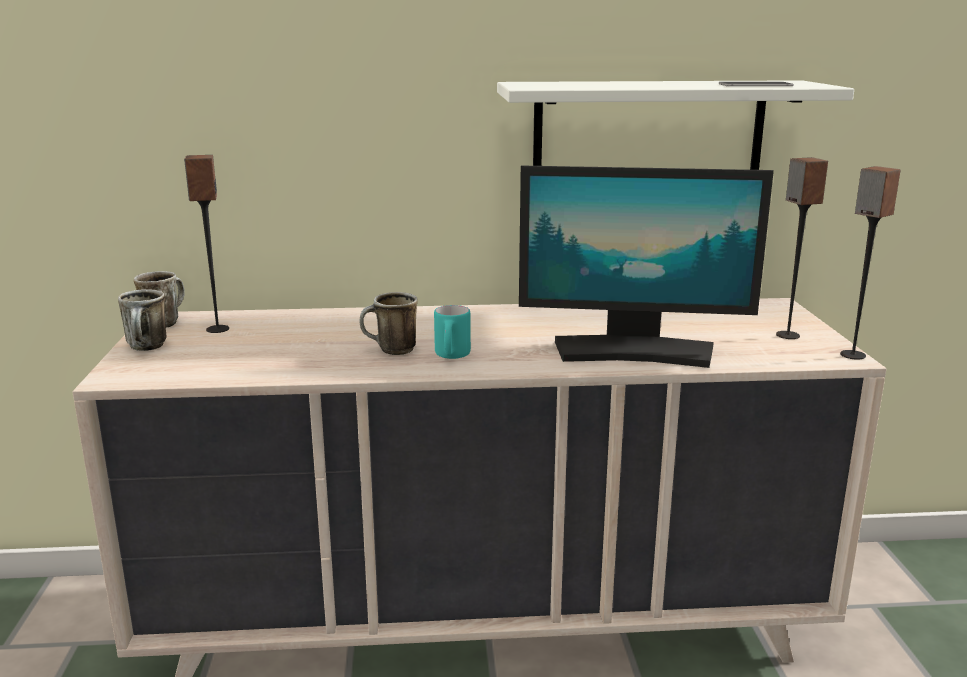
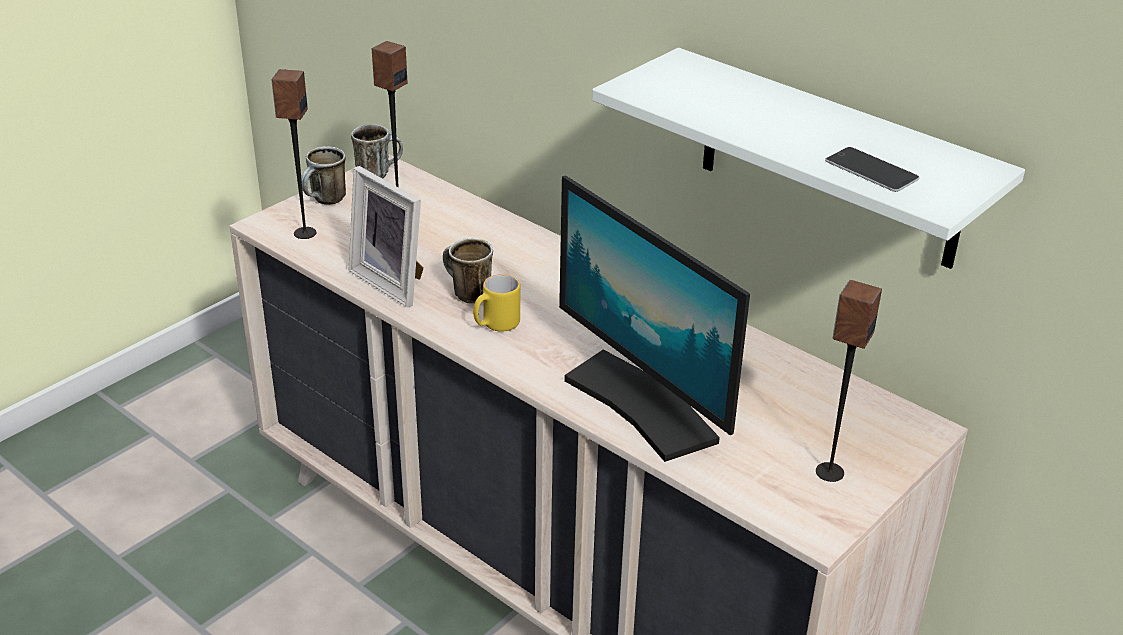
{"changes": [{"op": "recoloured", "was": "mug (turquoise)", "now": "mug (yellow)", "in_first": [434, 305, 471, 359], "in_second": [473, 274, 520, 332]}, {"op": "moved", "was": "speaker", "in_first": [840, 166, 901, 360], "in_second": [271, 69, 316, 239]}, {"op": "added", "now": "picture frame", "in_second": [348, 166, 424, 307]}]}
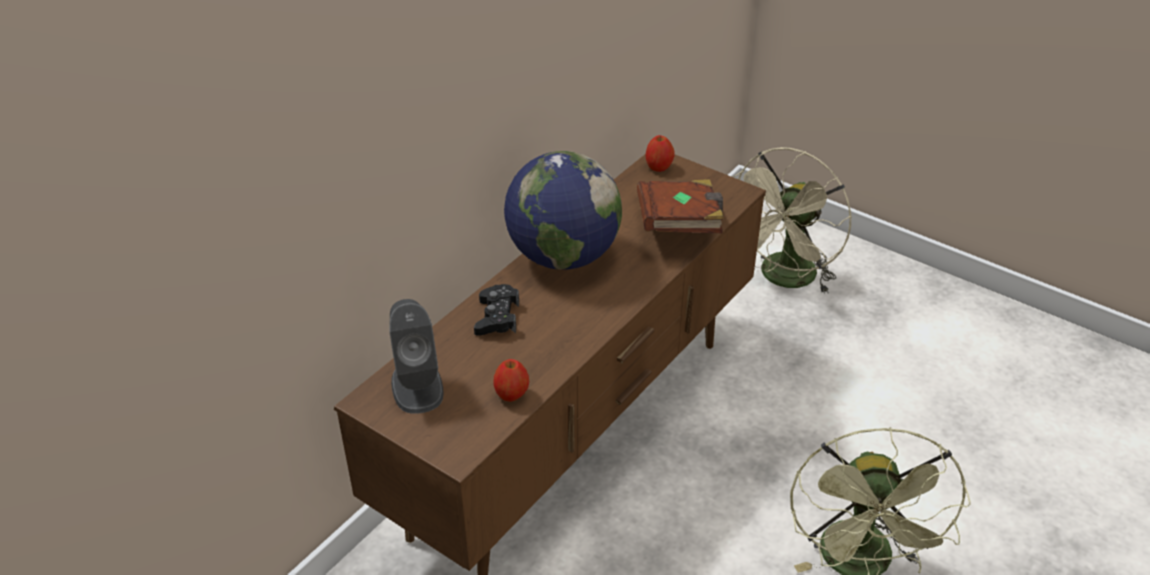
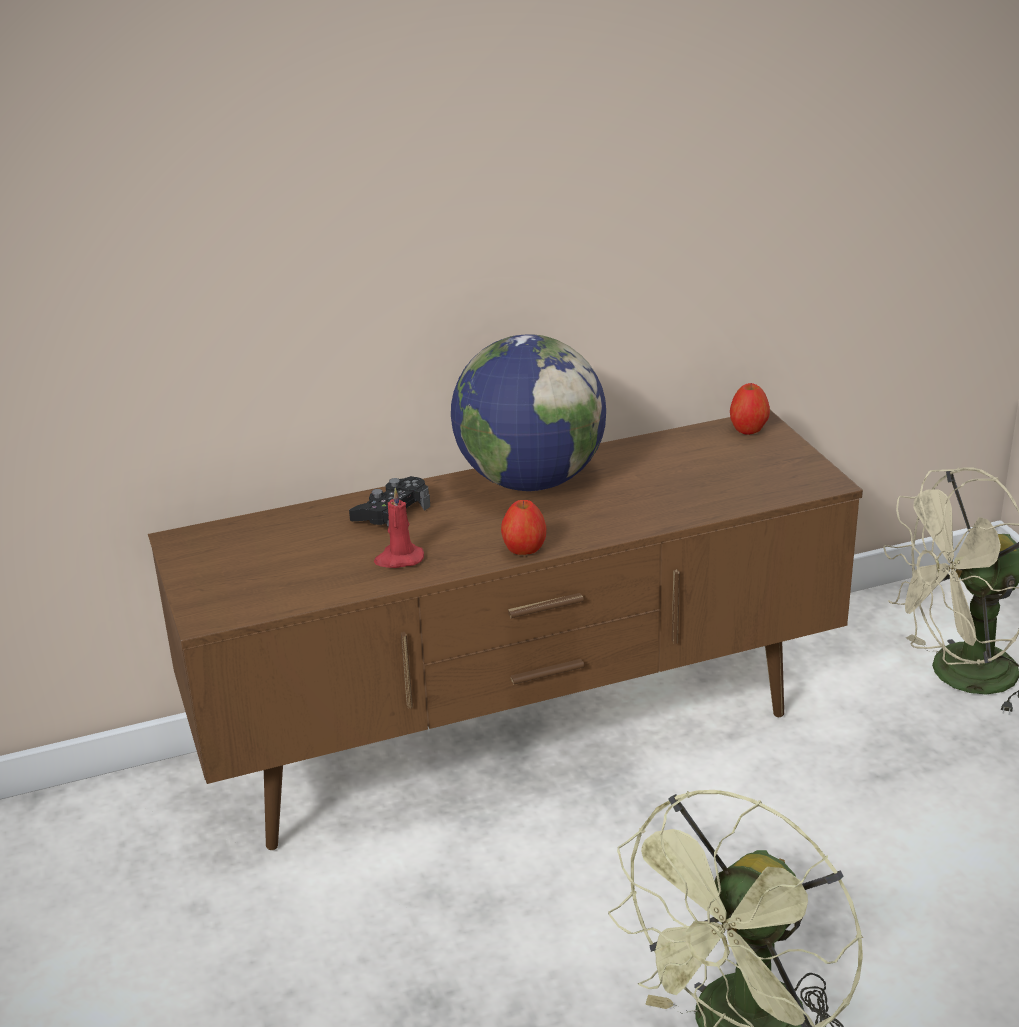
{"changes": [{"op": "removed", "was": "speaker (grey)", "in_first": [389, 299, 444, 414]}, {"op": "moved", "was": "apple", "in_first": [493, 359, 529, 402], "in_second": [501, 500, 546, 555]}, {"op": "removed", "was": "book (brown)", "in_first": [637, 179, 724, 233]}, {"op": "added", "now": "candle (red)", "in_second": [374, 488, 424, 568]}]}
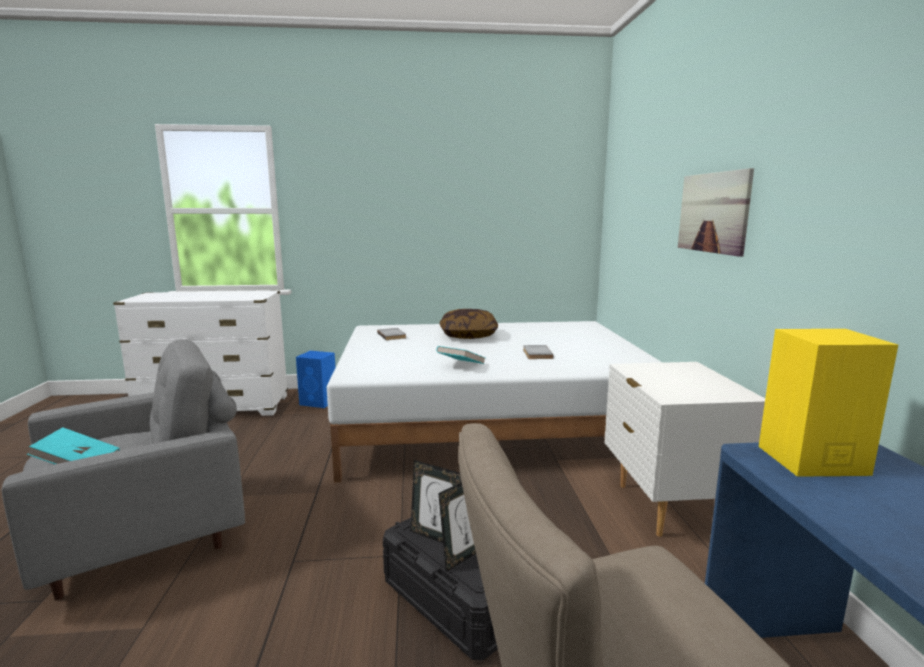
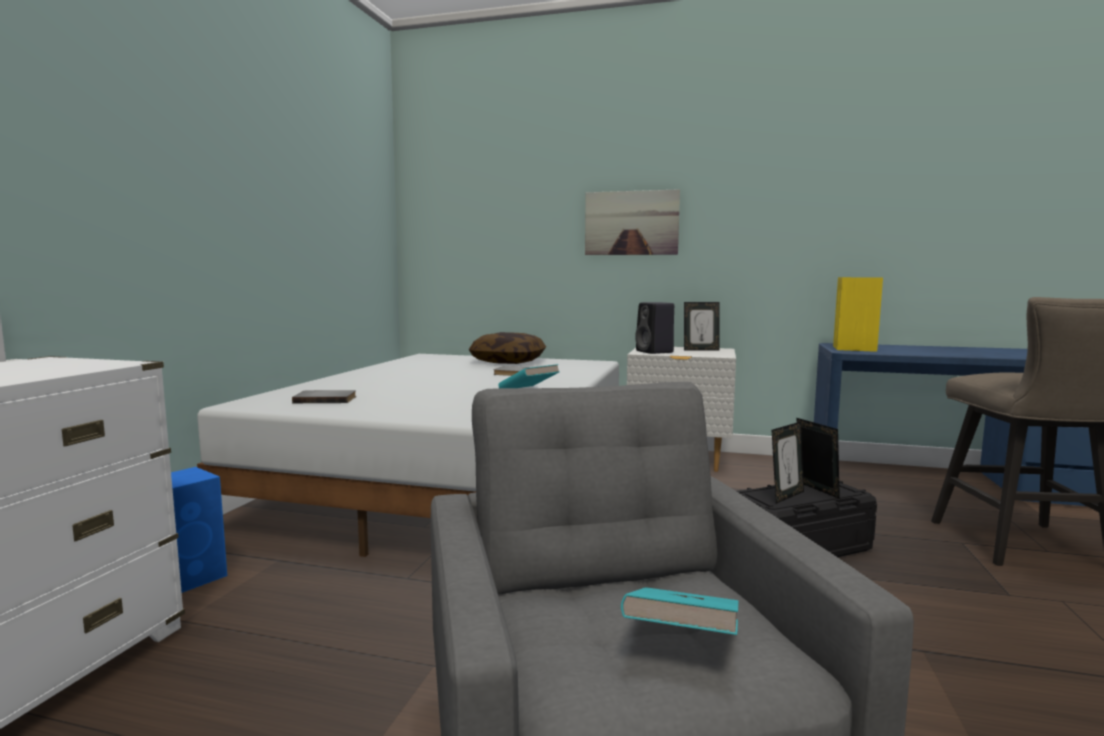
{"changes": [{"op": "moved", "was": "pillow", "in_first": [440, 309, 498, 339], "in_second": [469, 332, 546, 364]}, {"op": "added", "now": "speaker (black)", "in_second": [635, 302, 674, 354]}, {"op": "added", "now": "picture frame", "in_second": [684, 302, 720, 351]}]}
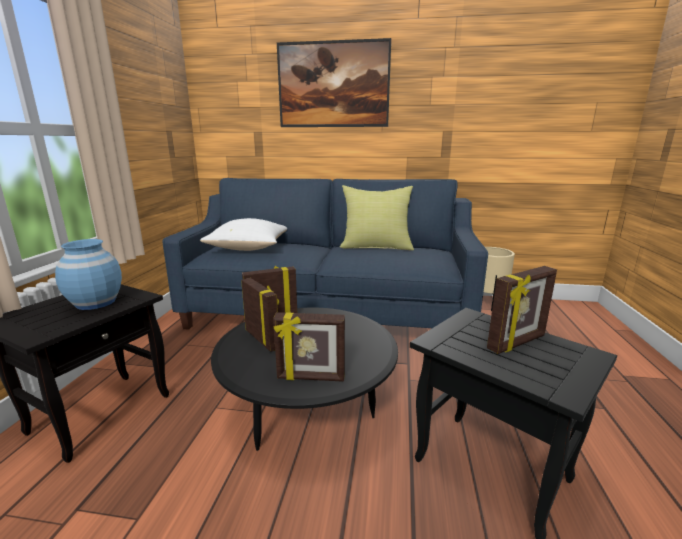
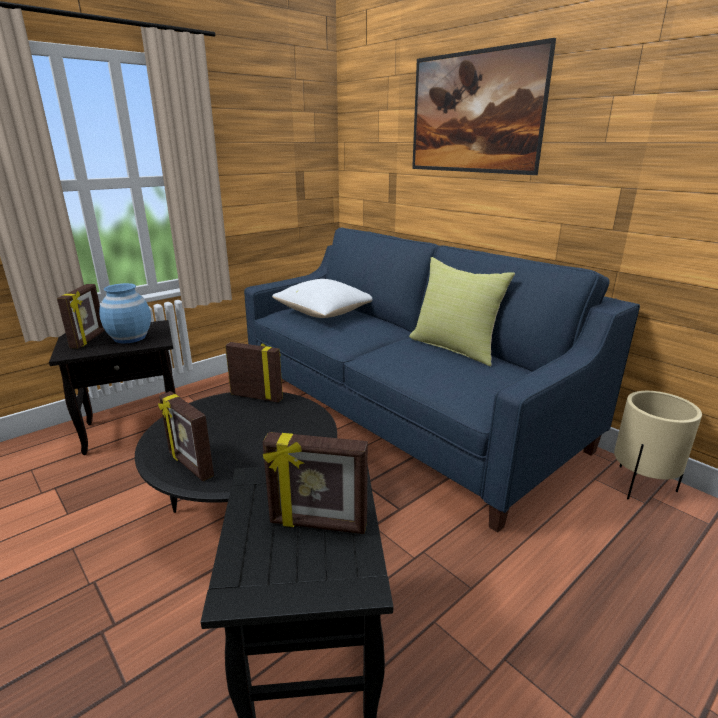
{"changes": [{"op": "moved", "was": "picture frame", "in_first": [241, 278, 279, 352], "in_second": [57, 284, 105, 348]}]}
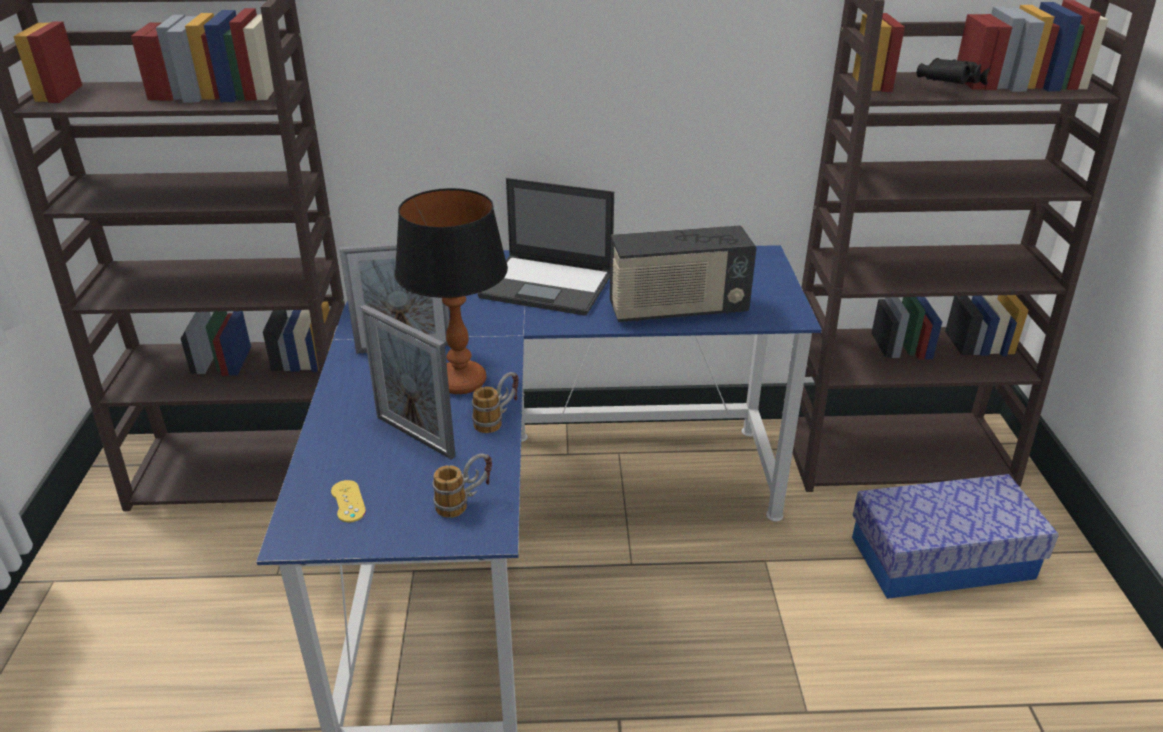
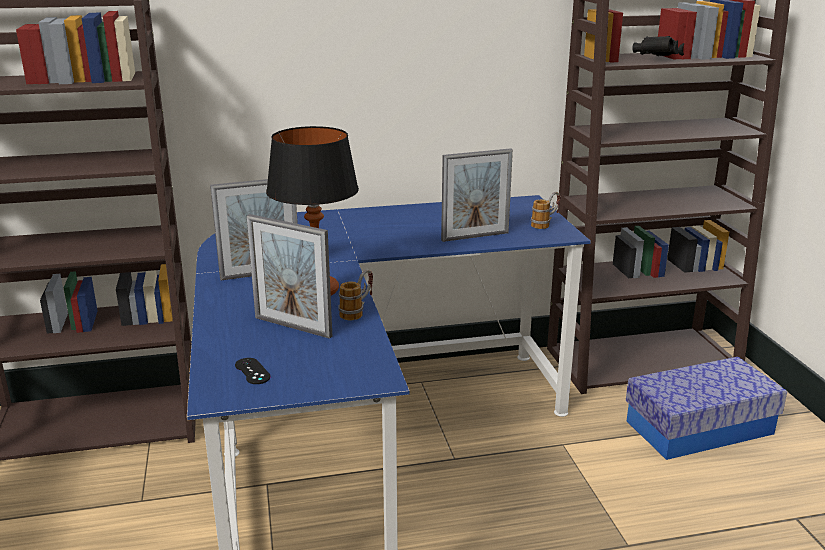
{"changes": [{"op": "recoloured", "was": "game controller (yellow)", "now": "game controller (black)", "in_first": [331, 480, 366, 522], "in_second": [235, 358, 271, 384]}, {"op": "moved", "was": "mug", "in_first": [432, 453, 492, 518], "in_second": [531, 192, 561, 229]}, {"op": "removed", "was": "laptop", "in_first": [478, 178, 614, 316]}, {"op": "replaced", "was": "radio", "now": "picture frame", "in_first": [610, 225, 757, 322], "in_second": [441, 148, 513, 242]}]}
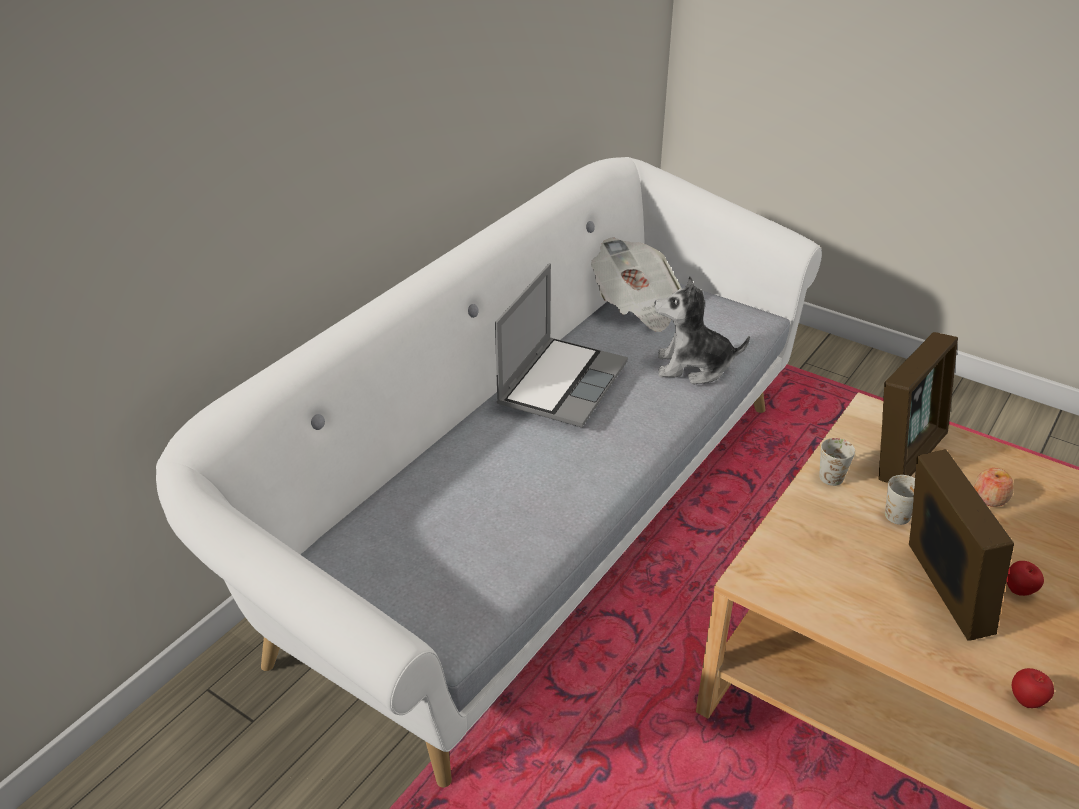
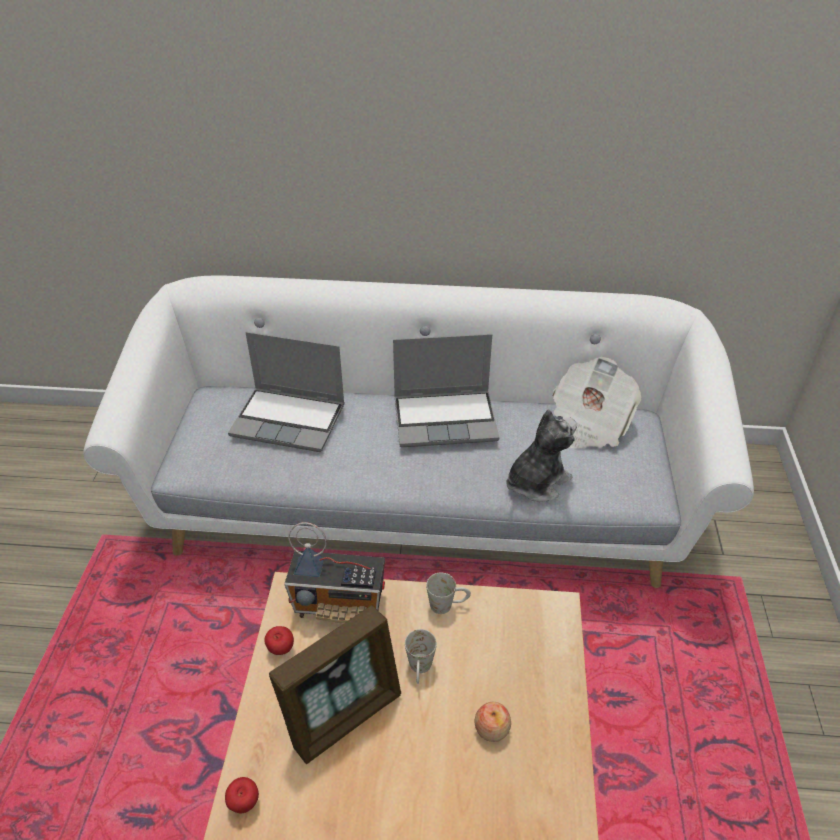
{"changes": [{"op": "turned", "was": "plush toy", "in_first": [655, 277, 750, 384], "in_second": [506, 409, 577, 502], "clockwise": 75}, {"op": "removed", "was": "picture frame", "in_first": [878, 332, 958, 483]}, {"op": "moved", "was": "apple", "in_first": [1006, 561, 1044, 596], "in_second": [264, 626, 294, 655]}, {"op": "added", "now": "laptop", "in_second": [228, 332, 345, 452]}, {"op": "added", "now": "radio", "in_second": [284, 522, 385, 623]}]}
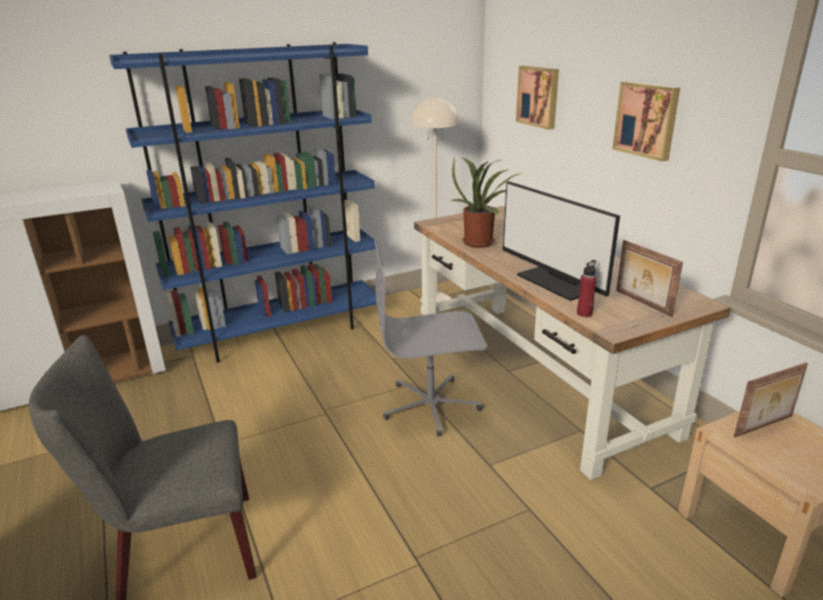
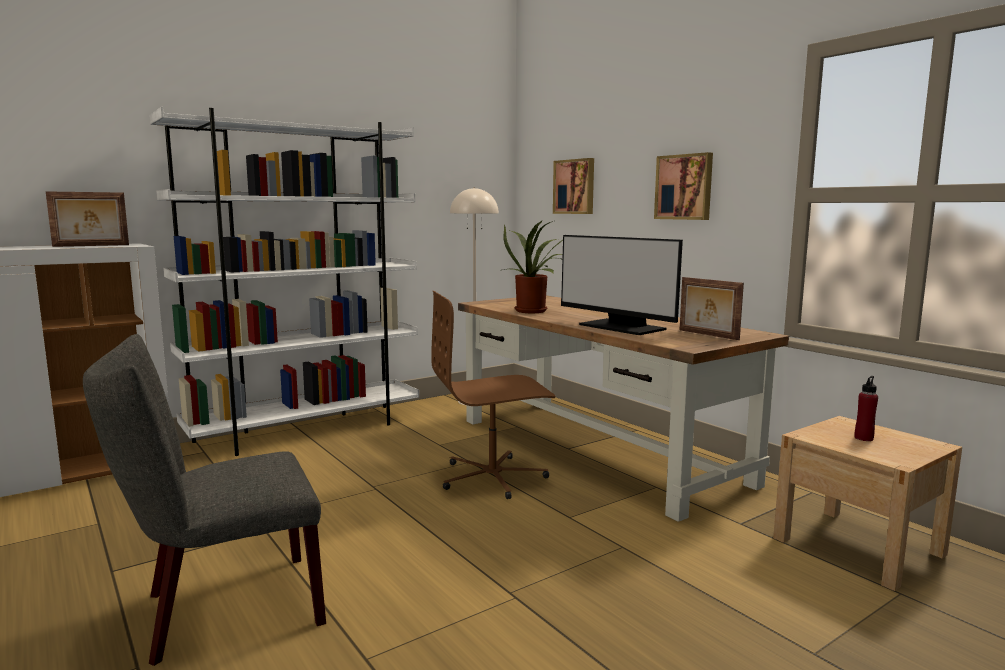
{"changes": [{"op": "recoloured", "was": "bookcase (blue)", "now": "bookcase (white)", "in_first": [109, 42, 376, 363], "in_second": [149, 107, 419, 456]}, {"op": "recoloured", "was": "office chair (grey)", "now": "office chair (brown)", "in_first": [374, 240, 487, 437], "in_second": [431, 291, 555, 499]}, {"op": "moved", "was": "bottle (red)", "in_first": [577, 260, 597, 317], "in_second": [854, 376, 878, 441]}, {"op": "moved", "was": "picture frame", "in_first": [733, 362, 808, 437], "in_second": [46, 191, 129, 247]}]}
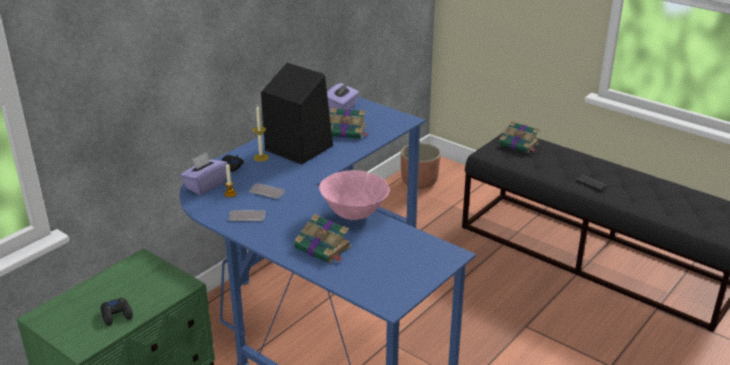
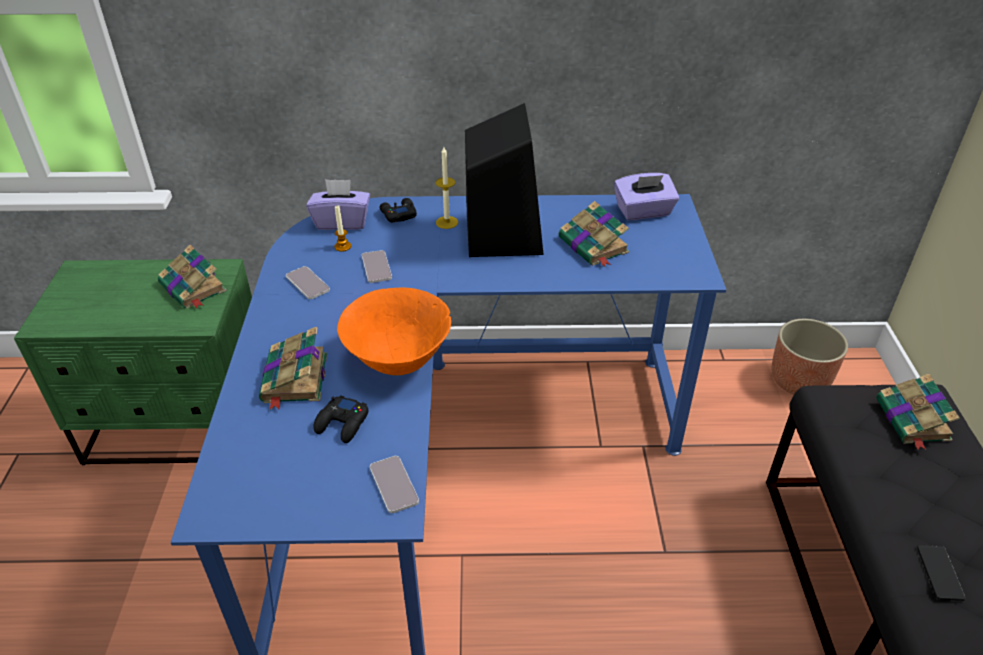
{"changes": [{"op": "moved", "was": "game controller (black)", "in_first": [101, 298, 133, 326], "in_second": [313, 395, 368, 443]}, {"op": "recoloured", "was": "bowl (pink)", "now": "bowl (orange)", "in_first": [319, 170, 389, 220], "in_second": [337, 288, 451, 375]}, {"op": "added", "now": "book", "in_second": [158, 245, 227, 309]}, {"op": "added", "now": "phone", "in_second": [370, 456, 419, 513]}]}
